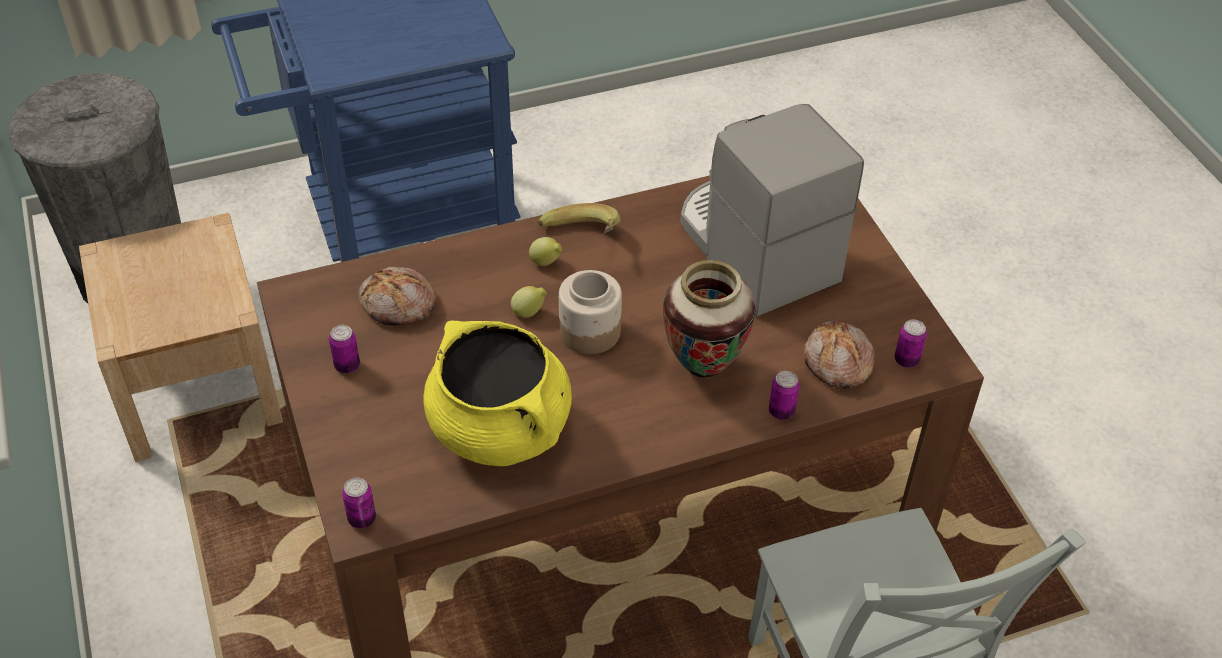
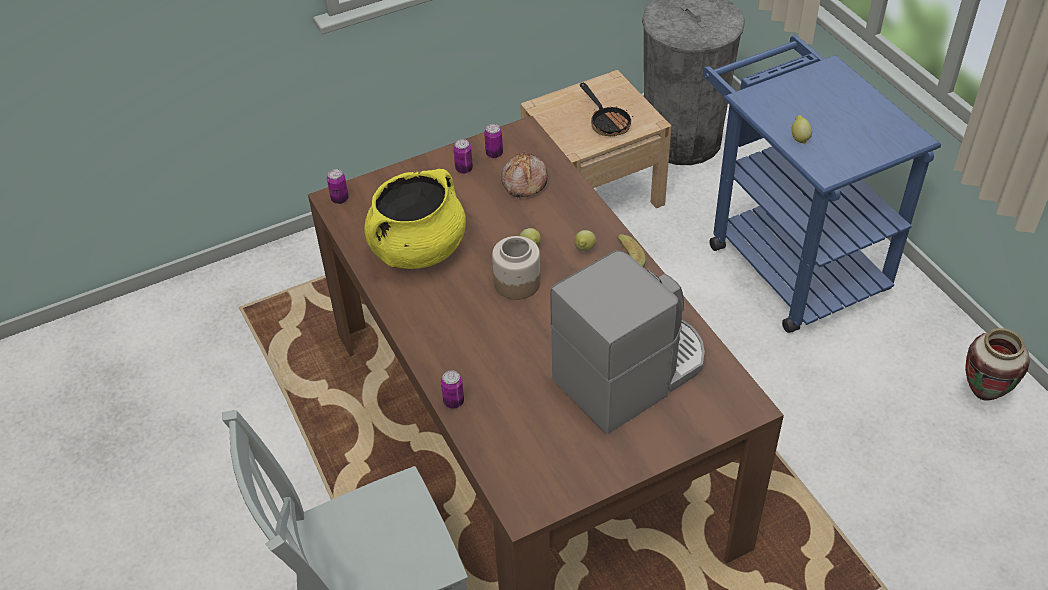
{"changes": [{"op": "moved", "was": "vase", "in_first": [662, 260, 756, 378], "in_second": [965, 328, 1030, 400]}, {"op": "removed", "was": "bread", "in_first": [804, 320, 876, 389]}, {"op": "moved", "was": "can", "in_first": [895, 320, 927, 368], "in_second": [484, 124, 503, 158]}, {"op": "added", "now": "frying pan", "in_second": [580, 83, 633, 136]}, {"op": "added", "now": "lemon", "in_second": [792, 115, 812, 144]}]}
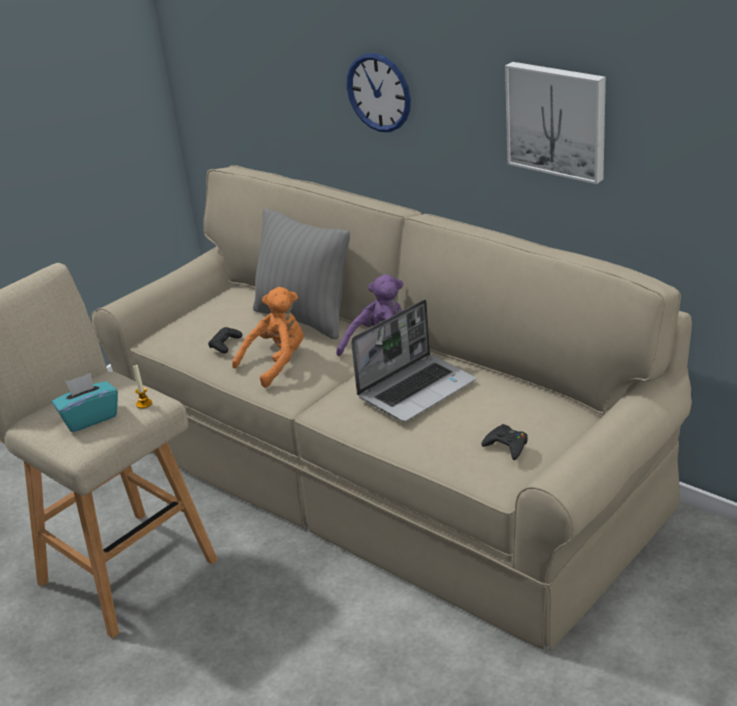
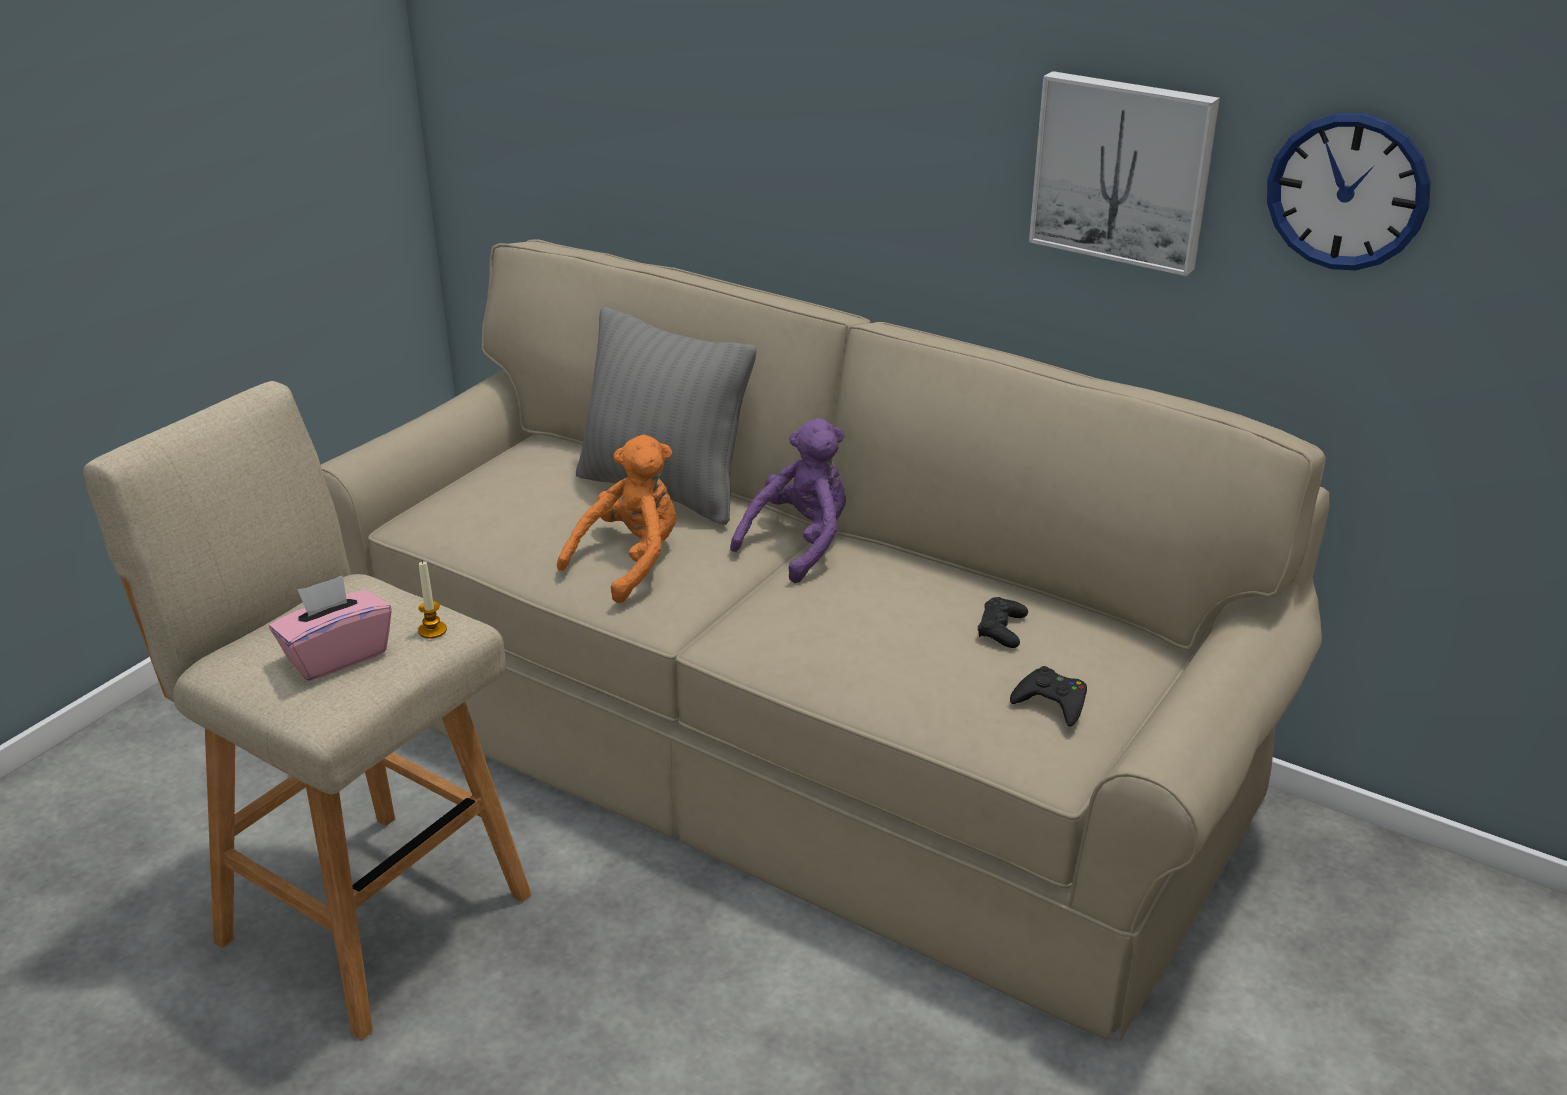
{"changes": [{"op": "recoloured", "was": "tissue box (turquoise)", "now": "tissue box (pink)", "in_first": [52, 373, 118, 432], "in_second": [269, 575, 392, 681]}, {"op": "moved", "was": "game controller (black)", "in_first": [208, 327, 242, 353], "in_second": [978, 597, 1028, 648]}, {"op": "moved", "was": "wall clock", "in_first": [347, 53, 411, 132], "in_second": [1267, 113, 1431, 271]}, {"op": "removed", "was": "laptop", "in_first": [351, 299, 476, 422]}]}
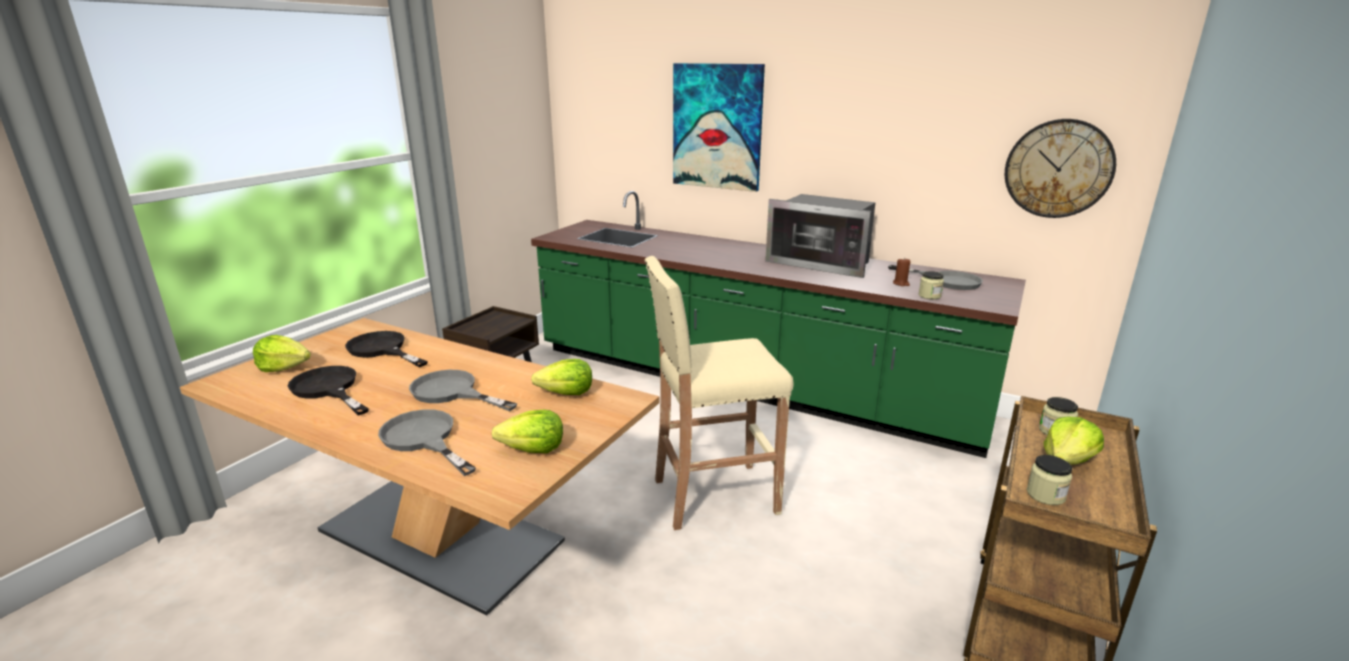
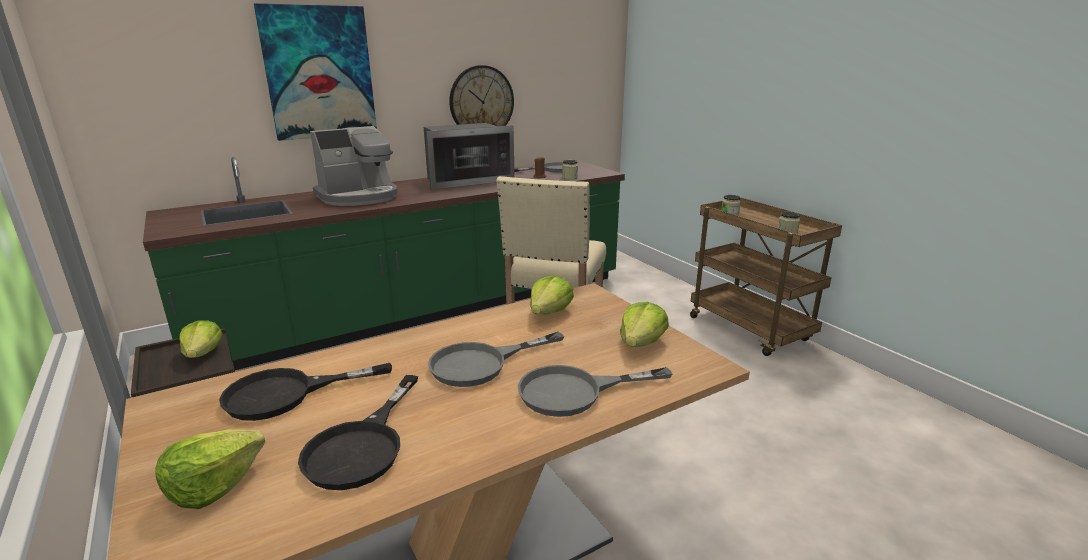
{"changes": [{"op": "turned", "was": "frying pan (black)", "in_first": [288, 366, 369, 415], "in_second": [298, 375, 418, 490], "clockwise": -60}, {"op": "moved", "was": "wall clock", "in_first": [1005, 119, 1116, 218], "in_second": [449, 65, 514, 126]}, {"op": "moved", "was": "lettuce", "in_first": [1043, 417, 1104, 465], "in_second": [179, 321, 223, 358]}, {"op": "added", "now": "coffee machine", "in_second": [310, 126, 398, 206]}]}
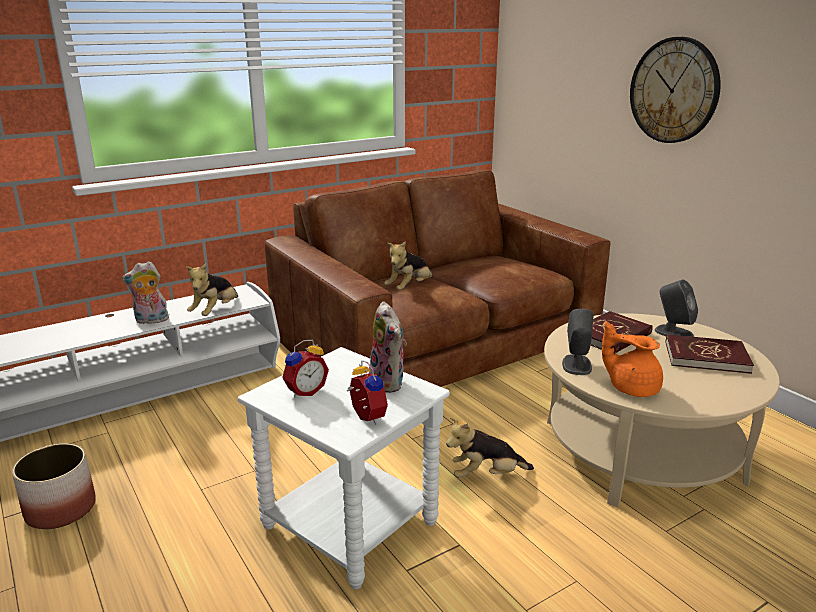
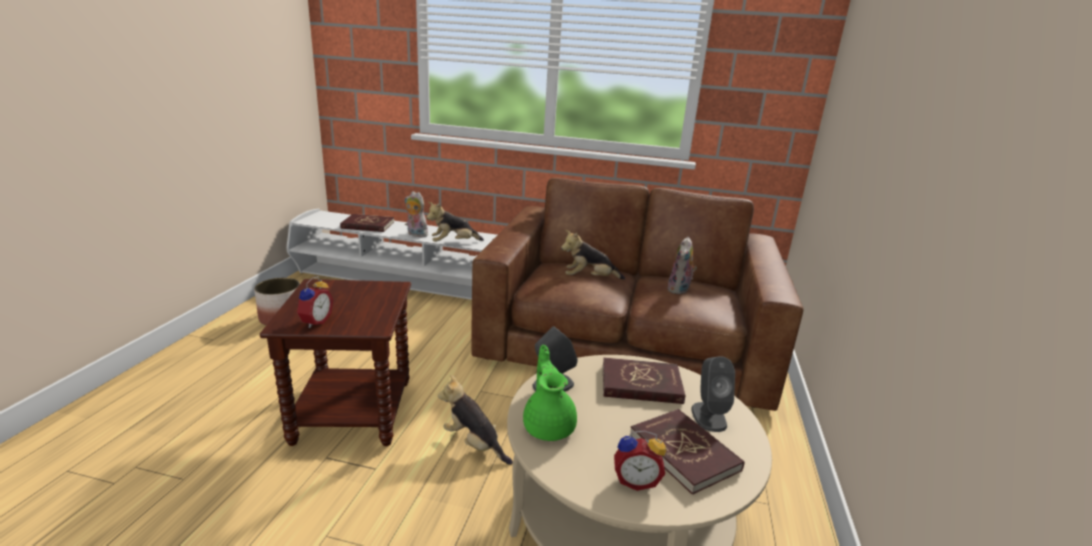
{"changes": [{"op": "recoloured", "was": "side table (white)", "now": "side table (brown)", "in_first": [238, 347, 450, 589], "in_second": [260, 279, 411, 446]}, {"op": "moved", "was": "alarm clock", "in_first": [282, 340, 329, 398], "in_second": [614, 430, 666, 491]}, {"op": "moved", "was": "plush toy", "in_first": [369, 301, 407, 393], "in_second": [668, 237, 697, 294]}, {"op": "recoloured", "was": "teapot (orange)", "now": "teapot (green)", "in_first": [602, 321, 663, 397], "in_second": [523, 345, 577, 441]}, {"op": "removed", "was": "wall clock", "in_first": [630, 37, 721, 143]}, {"op": "added", "now": "book (red)", "in_second": [340, 214, 394, 232]}]}
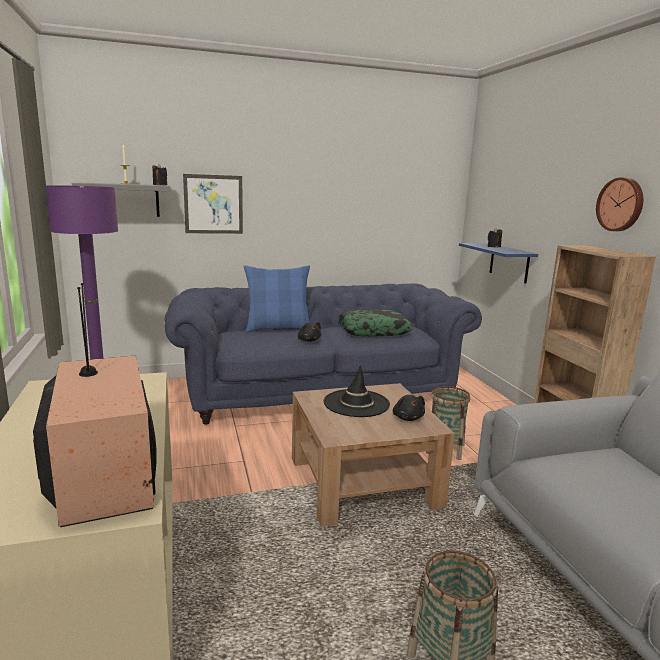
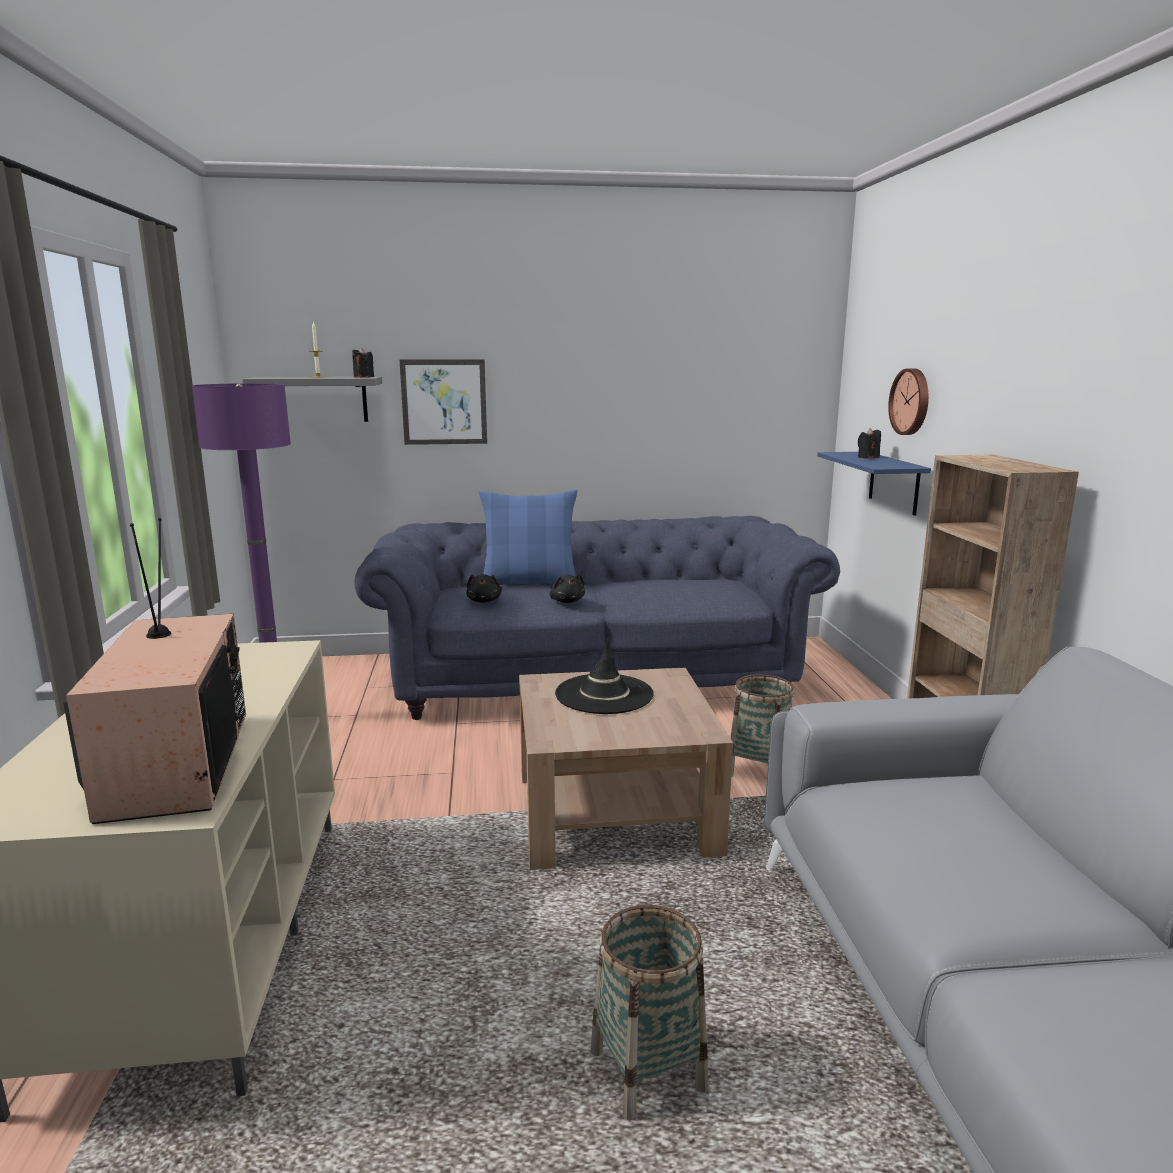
{"changes": [{"op": "removed", "was": "pillow", "in_first": [337, 310, 413, 337]}, {"op": "moved", "was": "plush toy (black)", "in_first": [393, 395, 425, 421], "in_second": [466, 574, 502, 603]}, {"op": "moved", "was": "wall clock", "in_first": [596, 177, 643, 231], "in_second": [888, 368, 929, 435]}]}
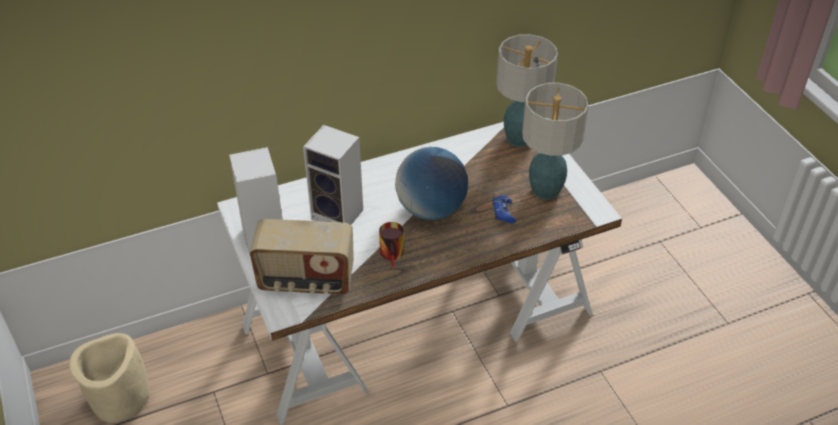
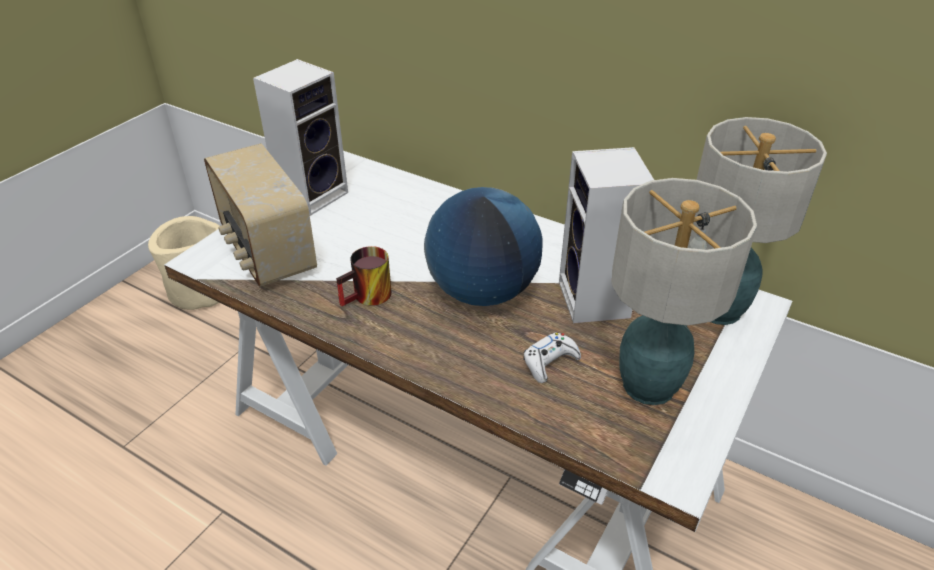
{"changes": [{"op": "moved", "was": "speaker", "in_first": [303, 125, 363, 225], "in_second": [559, 147, 654, 323]}, {"op": "recoloured", "was": "game controller (blue)", "now": "game controller (white)", "in_first": [492, 195, 516, 224], "in_second": [523, 332, 581, 383]}]}
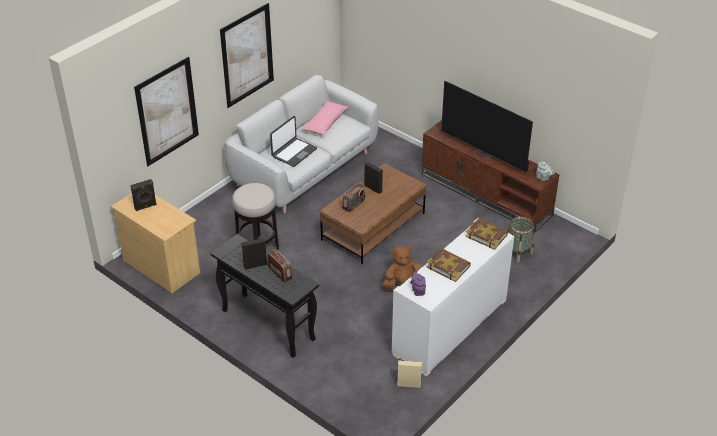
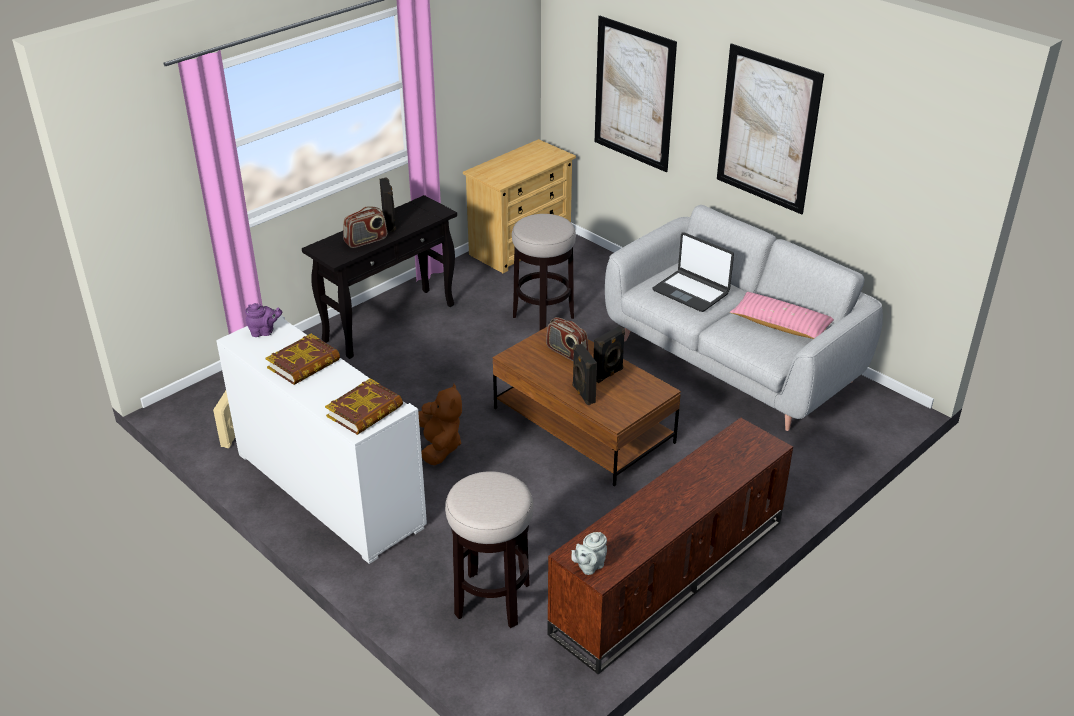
{"changes": [{"op": "moved", "was": "speaker (black)", "in_first": [130, 179, 157, 211], "in_second": [572, 344, 597, 405]}, {"op": "removed", "was": "television", "in_first": [441, 81, 533, 172]}, {"op": "replaced", "was": "basket", "now": "stool", "in_first": [508, 216, 534, 262], "in_second": [445, 471, 534, 628]}]}
